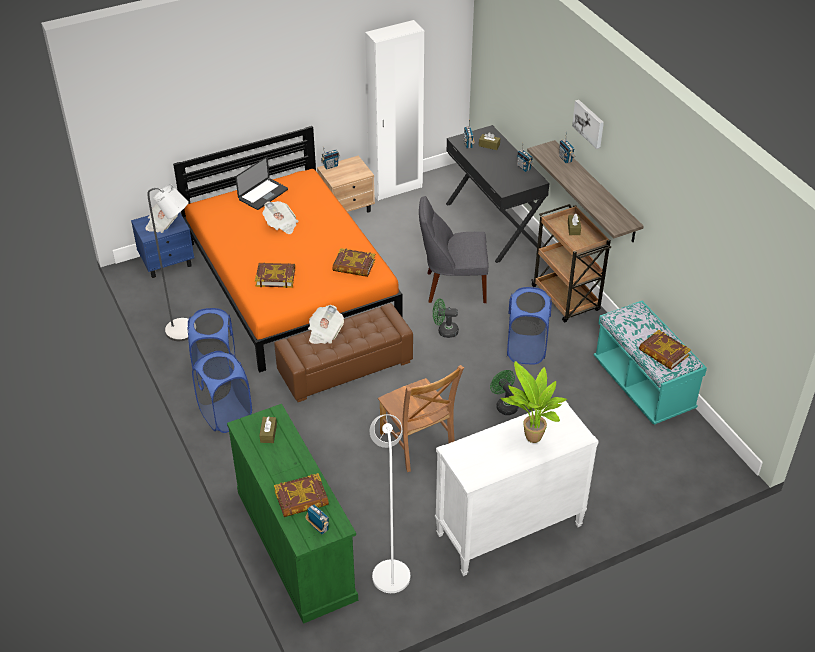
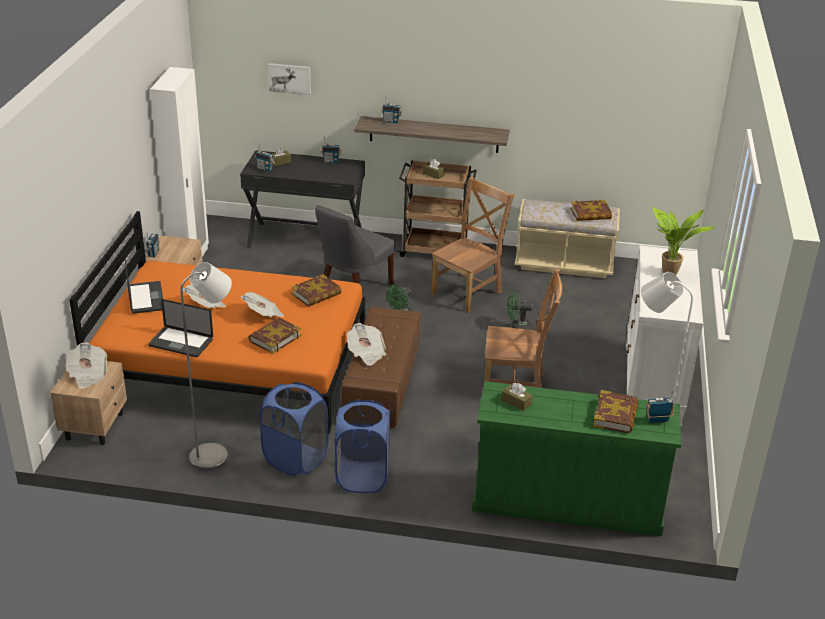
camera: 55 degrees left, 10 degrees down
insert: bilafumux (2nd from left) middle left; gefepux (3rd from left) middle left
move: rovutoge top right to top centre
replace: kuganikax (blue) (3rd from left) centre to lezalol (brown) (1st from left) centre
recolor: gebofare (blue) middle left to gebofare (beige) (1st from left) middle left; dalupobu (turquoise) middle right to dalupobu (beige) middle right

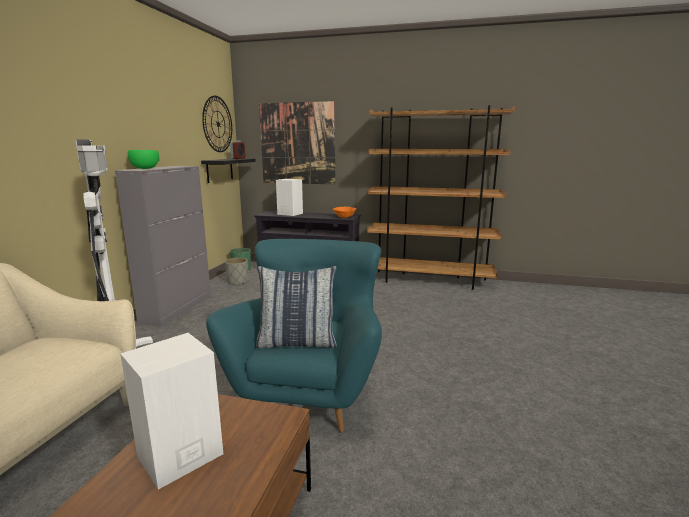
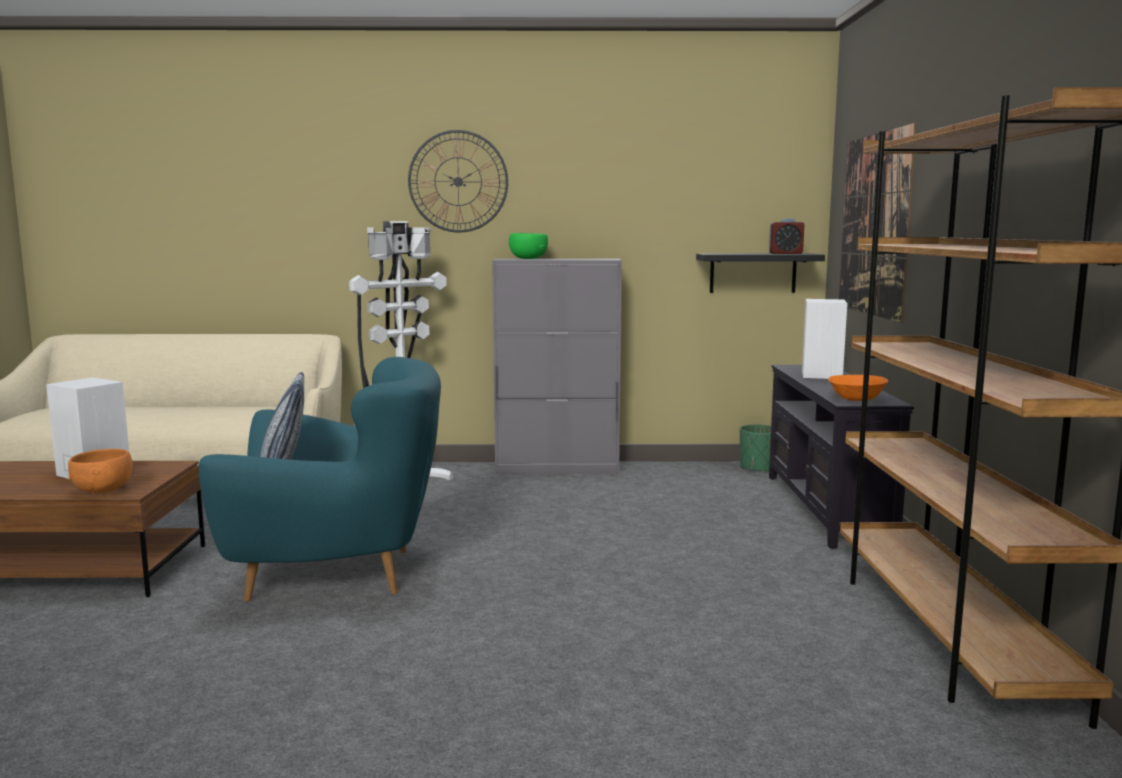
camera: 75 degrees right, 5 degrees down
delete: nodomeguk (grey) centre
insert: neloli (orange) (1st from left) middle left
move: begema top left to top centre

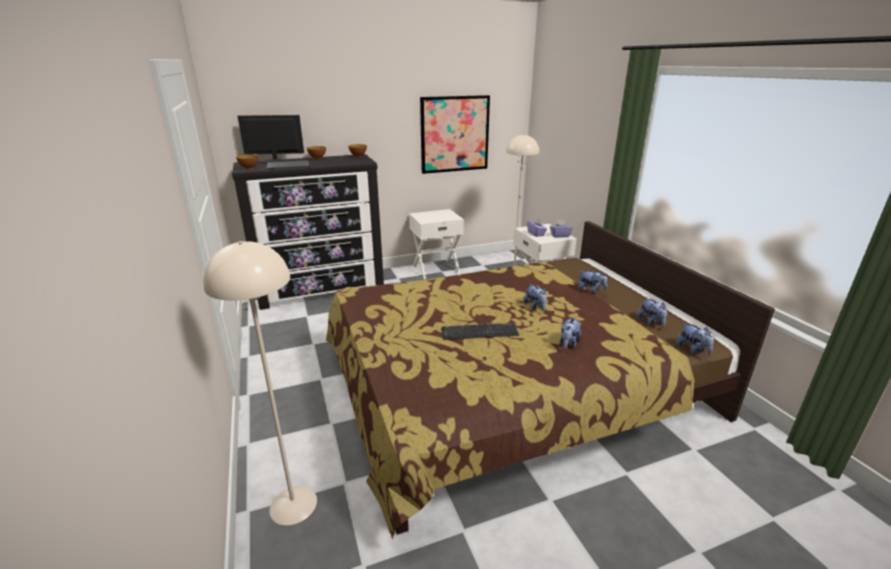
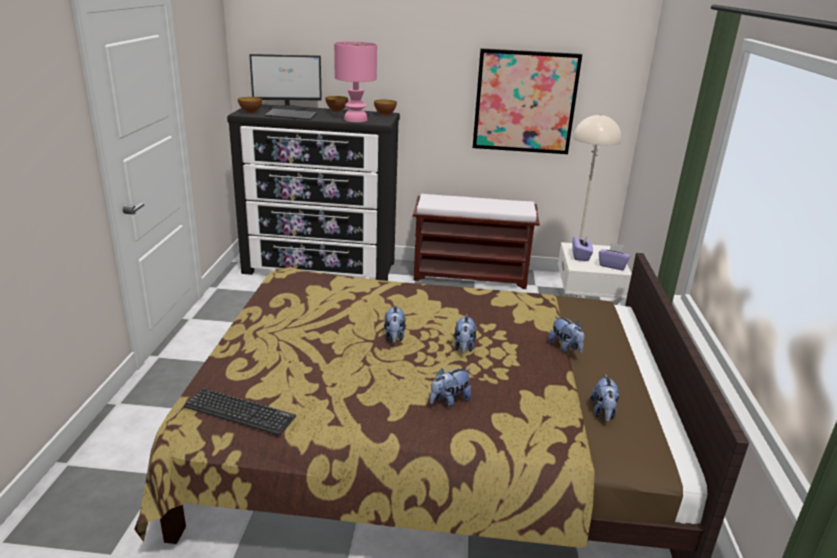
camera: 25 degrees right, 0 degrees up
delete: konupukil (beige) (1st from left) bottom left
insert: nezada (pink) top centre
move: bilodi (2nd from left in the first image) centre to bilodi (1st from left) bottom left; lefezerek (5th from left in the first image) middle right to lefezerek (1st from left) centre
replace: gebofare (white) (1st from left) centre to dalupobu (brown) centre
rotate: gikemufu top left = top centre 150 degrees clockwise

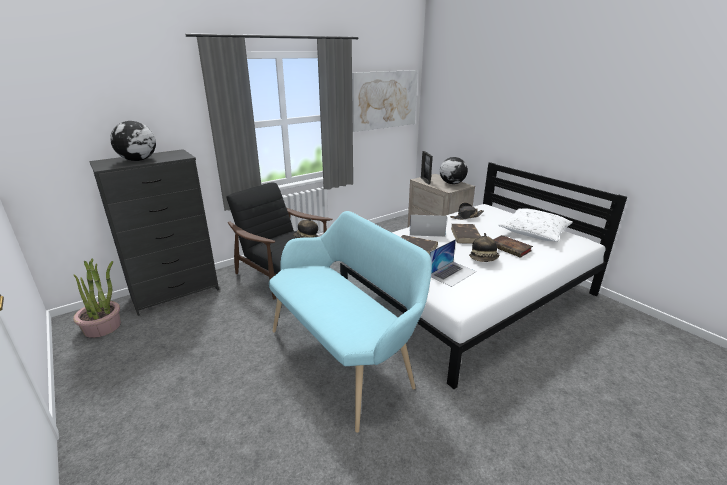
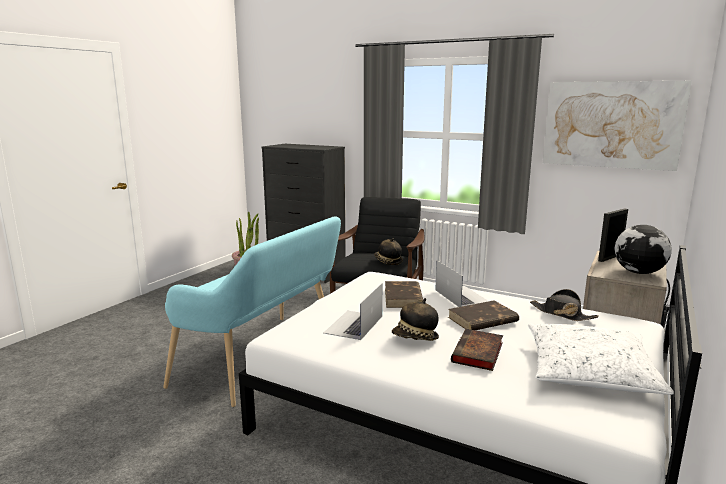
camera: 65 degrees right, 10 degrees down
delete: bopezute (1st from left) top left
rotate: bilafumux (2nd from left in the first image) centre = centre 90 degrees clockwise

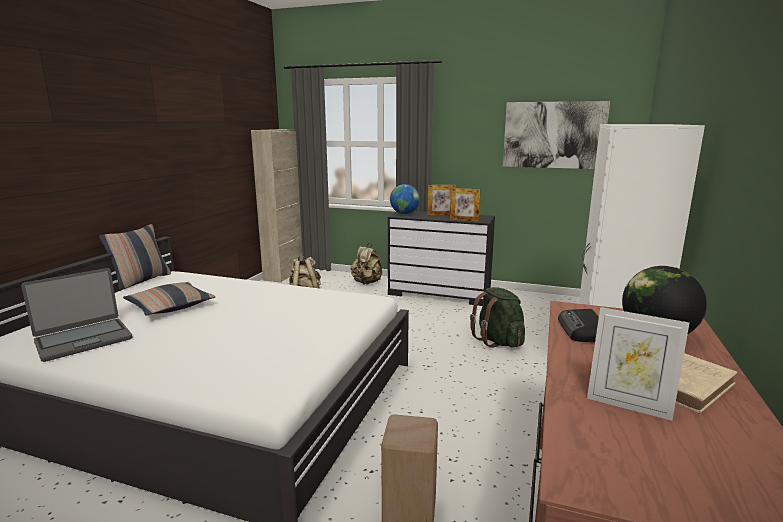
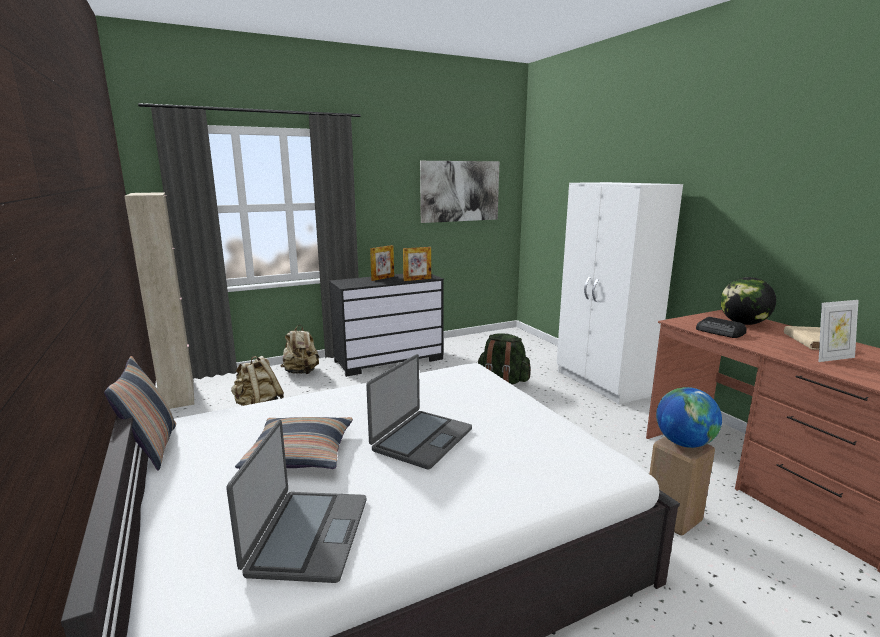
camera: 45 degrees left, 0 degrees up
insert: bilafumux (2nd from left) centre
move: bopezute (1st from left) centre to middle right

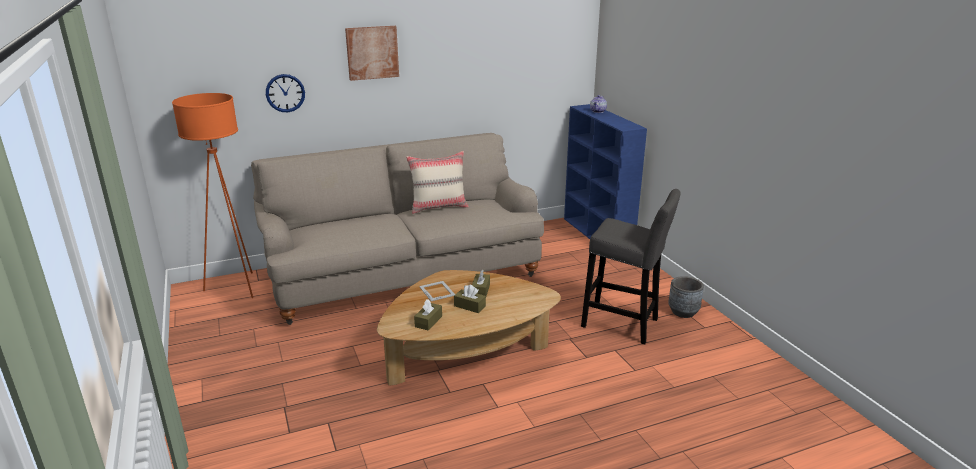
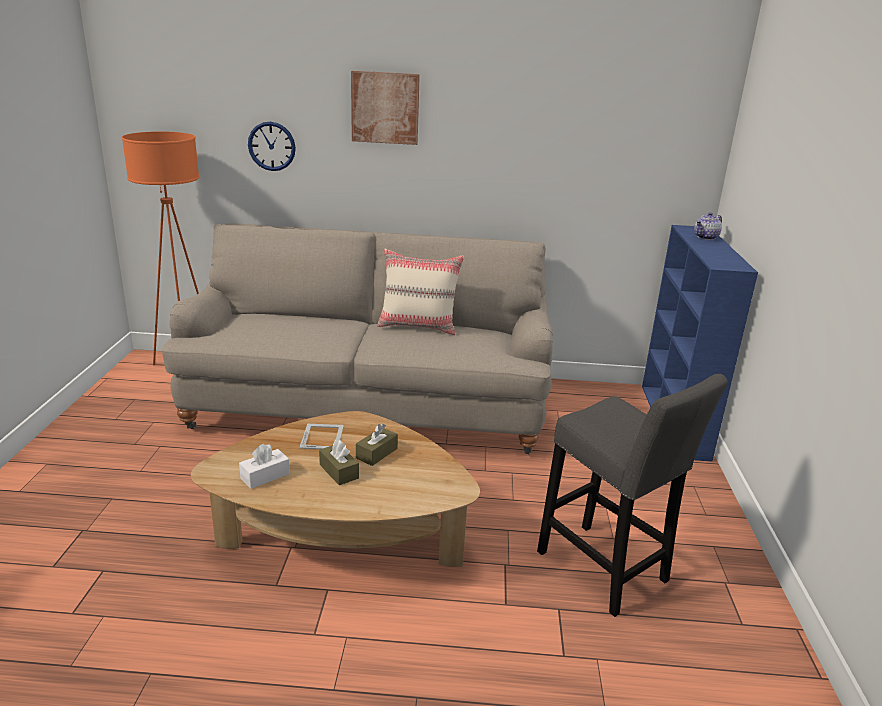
camera: 25 degrees right, 0 degrees up
delete: nodomeguk (grey) middle right
recolor: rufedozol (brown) (1st from left) bottom centre to rufedozol (white) middle left

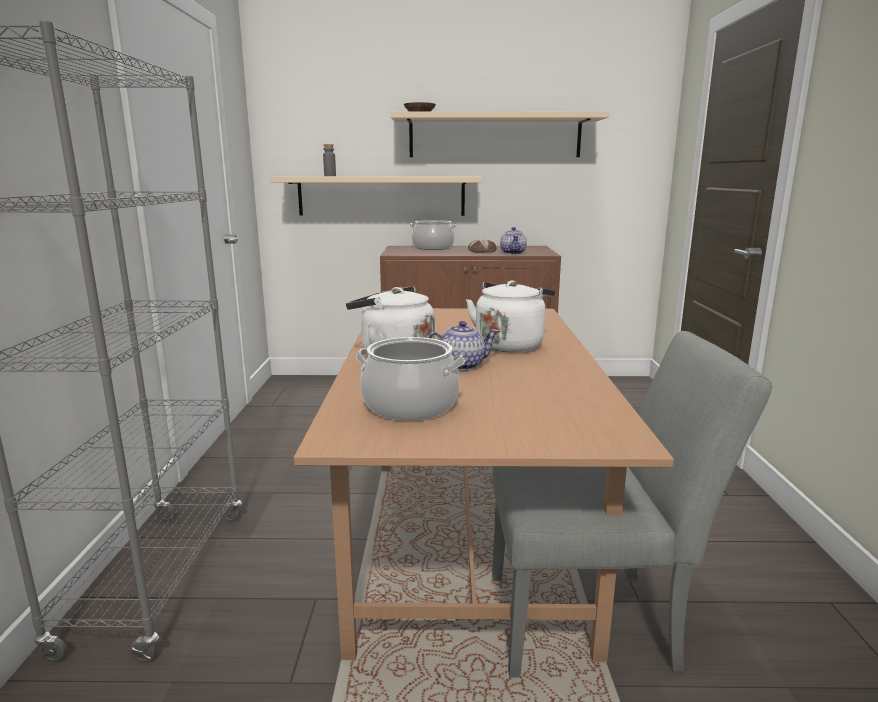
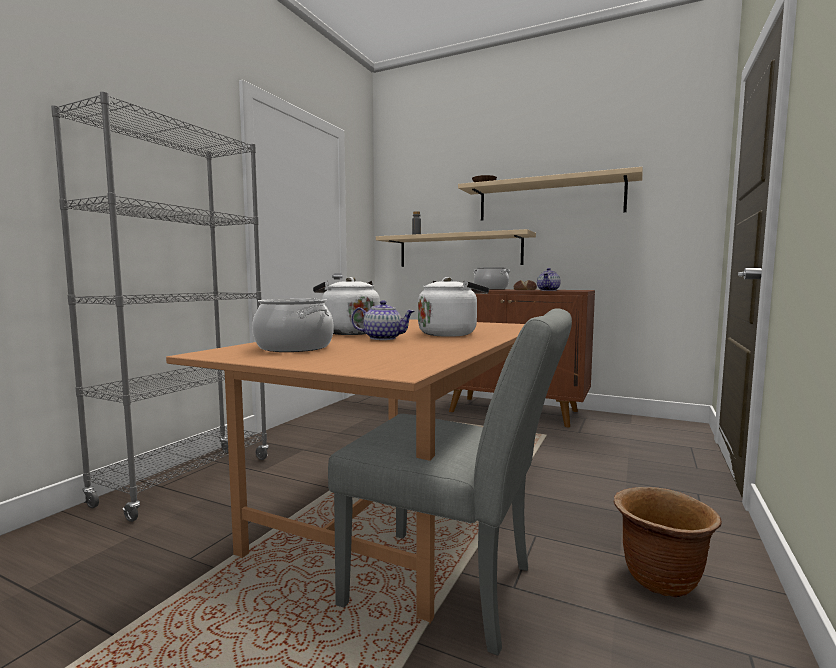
camera: 25 degrees right, 10 degrees down
insert: nodomeguk (brown) bottom right

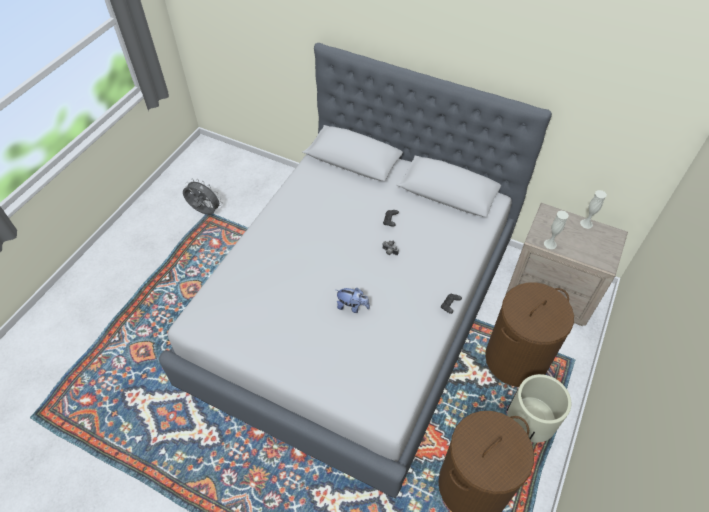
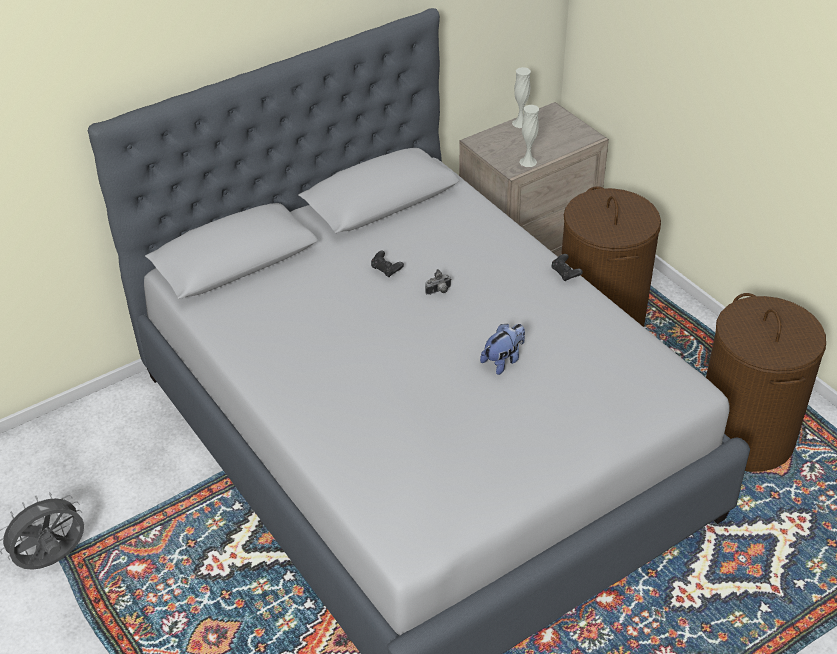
camera: 60 degrees left, 10 degrees down
delete: nodomeguk (beige) bottom right

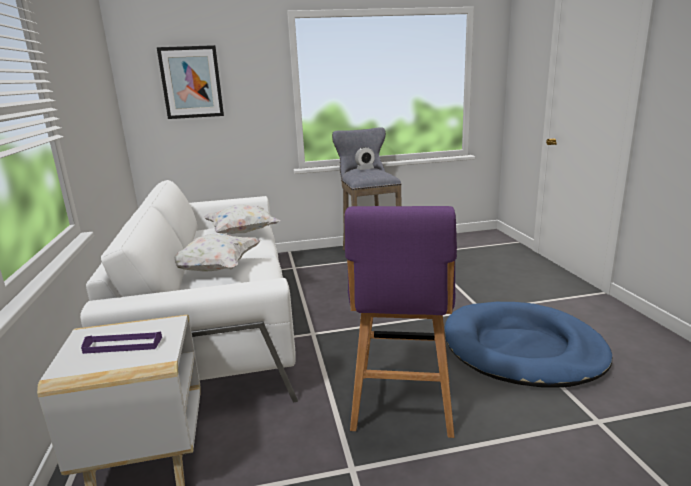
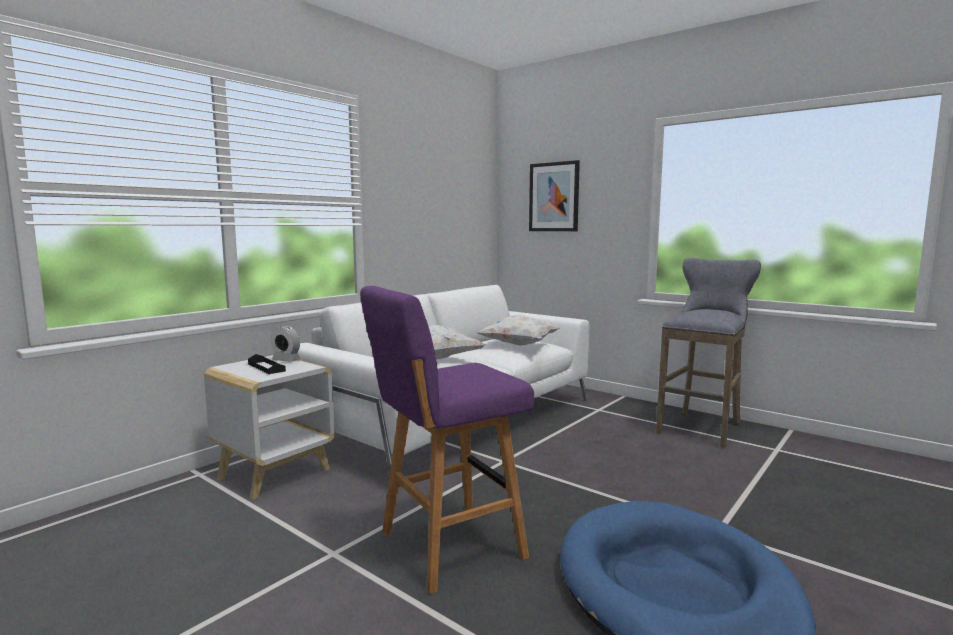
camera: 50 degrees right, 10 degrees down
move: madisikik top centre to middle left
recolor: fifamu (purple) bottom left to fifamu (black) middle left

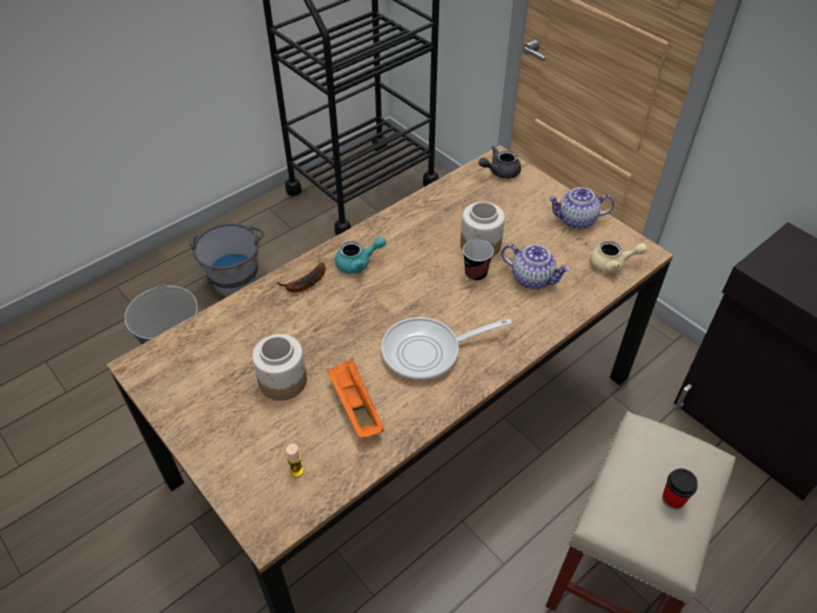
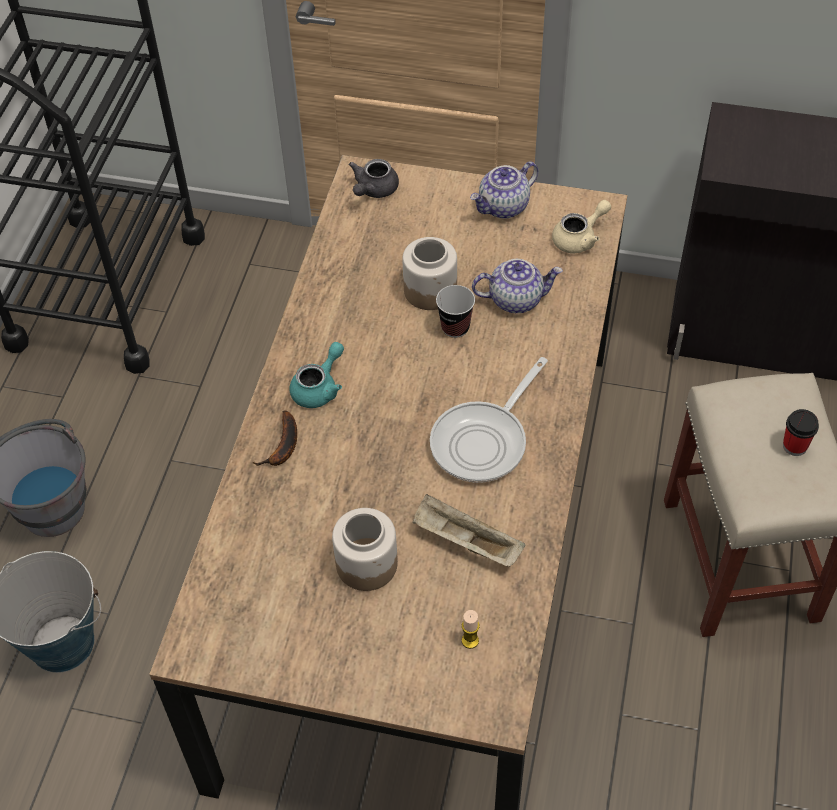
camera: 35 degrees left, 5 degrees up
recolor: fifamu (orange) centre to fifamu (beige) centre

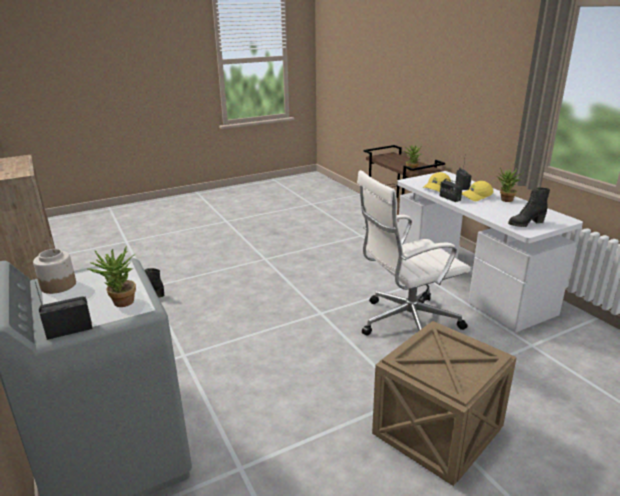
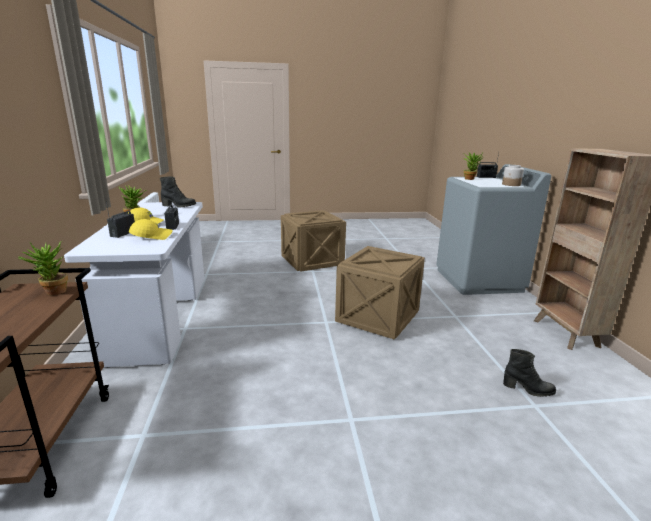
camera: 160 degrees left, 5 degrees down
delete: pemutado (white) middle right
insert: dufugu (2nd from left) centre

